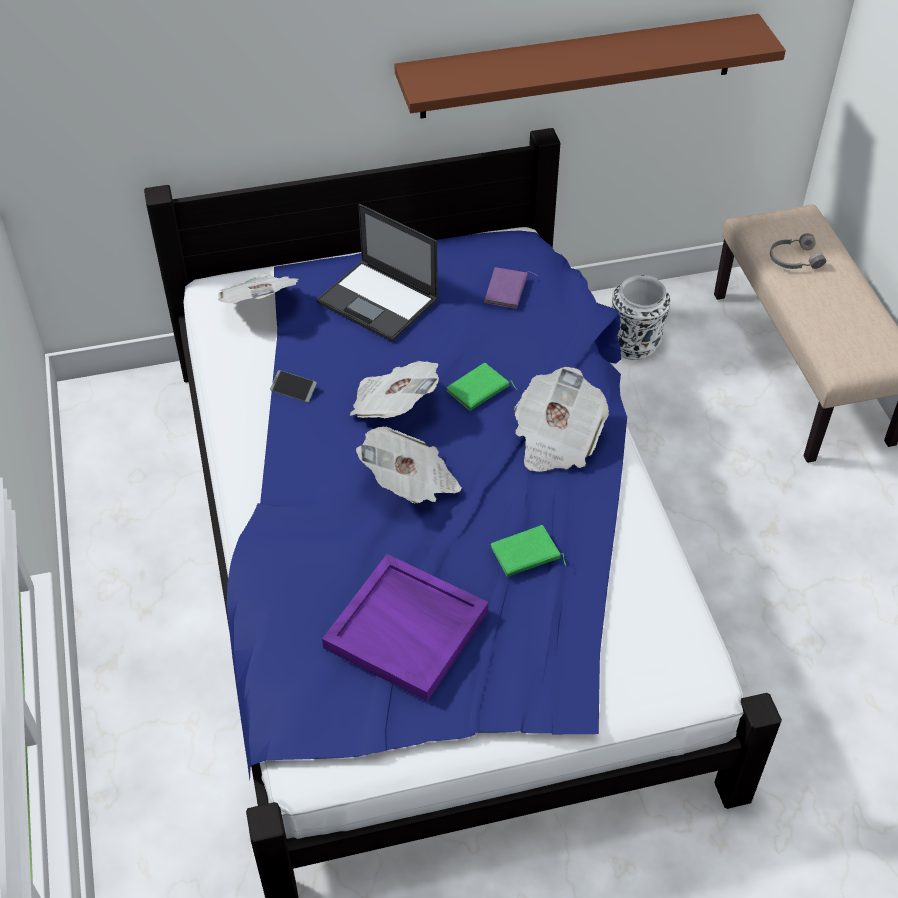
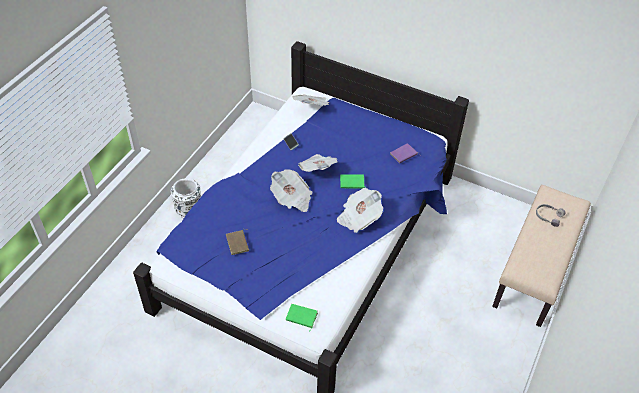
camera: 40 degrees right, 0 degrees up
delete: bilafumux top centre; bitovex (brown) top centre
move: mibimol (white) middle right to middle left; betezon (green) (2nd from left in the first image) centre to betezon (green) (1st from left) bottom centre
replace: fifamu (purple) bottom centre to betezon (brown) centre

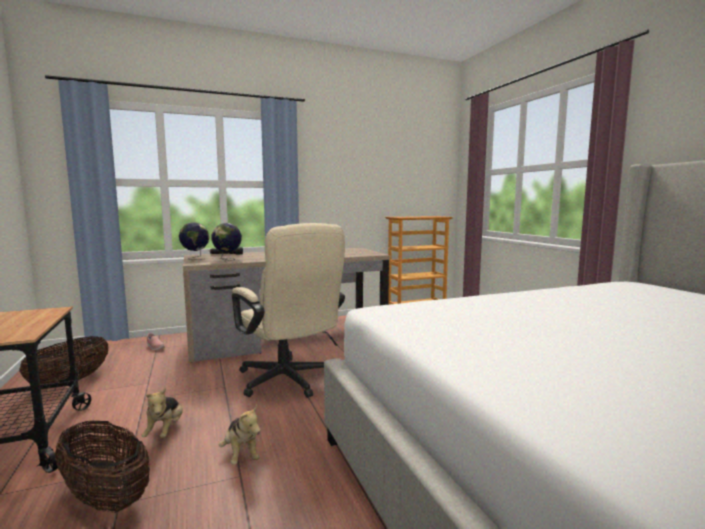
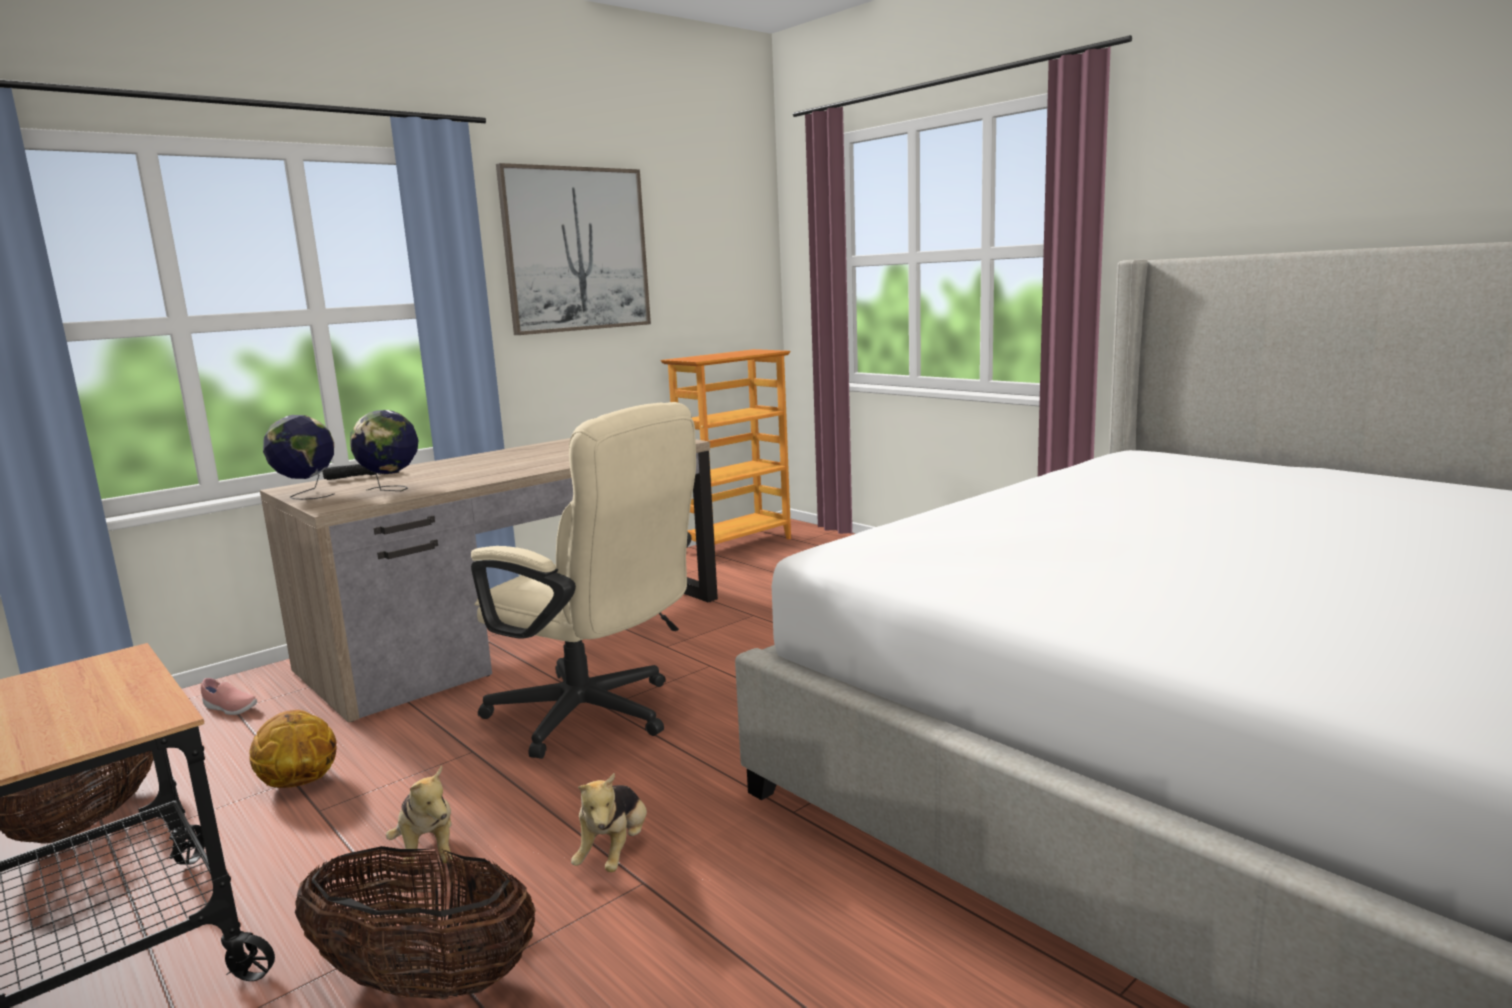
camera: 20 degrees left, 5 degrees up
insert: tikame bottom left; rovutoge top centre
rotate: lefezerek (2nd from left) bottom centre = bottom centre 60 degrees clockwise

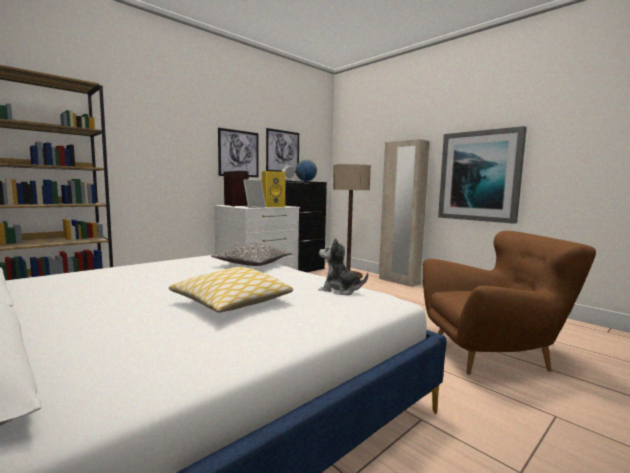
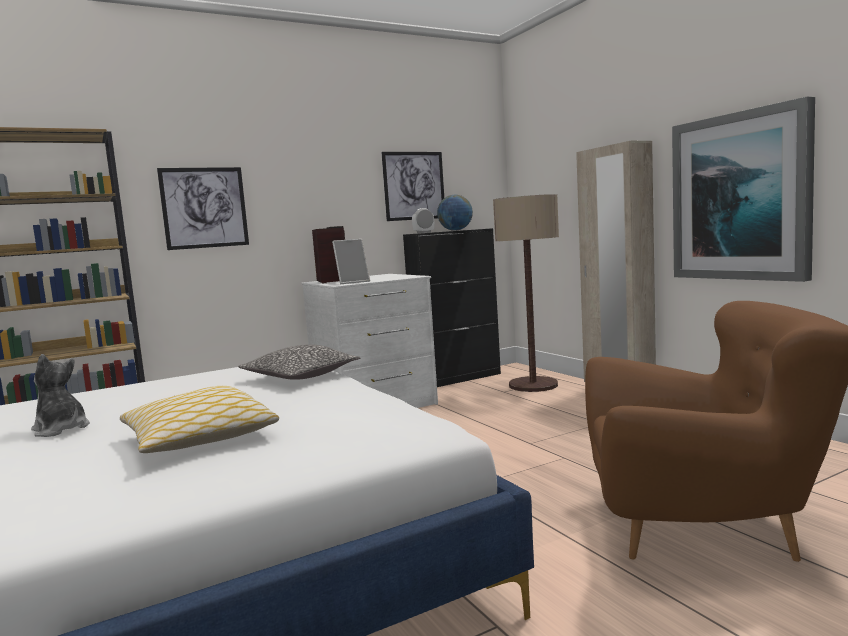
camera: 15 degrees right, 0 degrees up
delete: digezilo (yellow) centre
move: lefezerek centre to middle left; rovutoge (1st from left) top centre to top left

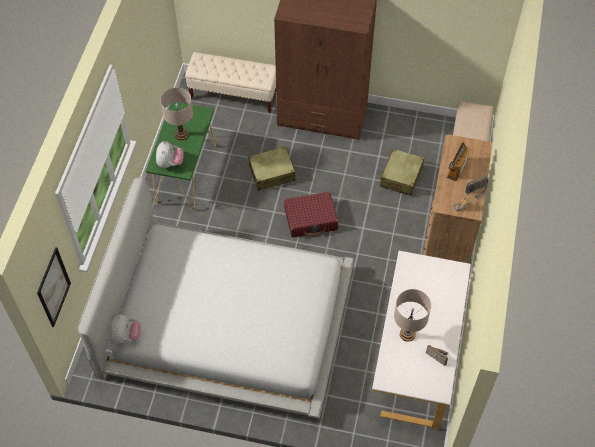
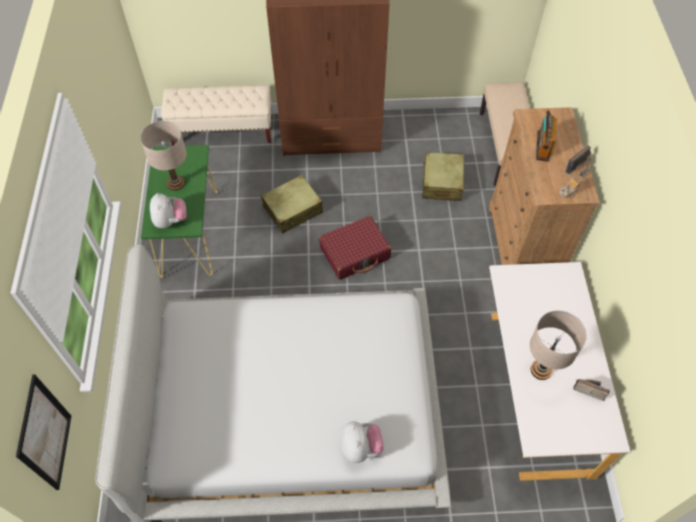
camera: 15 degrees left, 0 degrees up
move: lefezerek (1st from left in the first image) bottom left to lefezerek (2nd from left) bottom centre

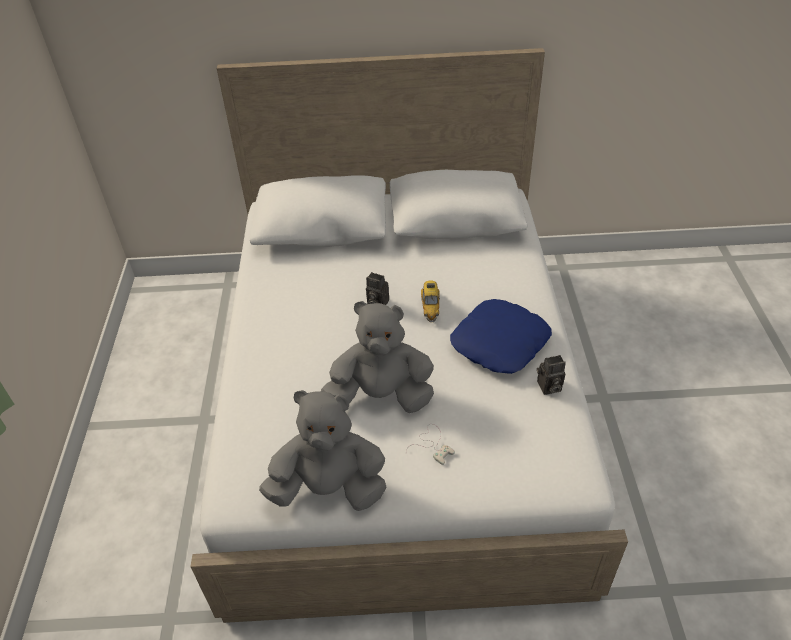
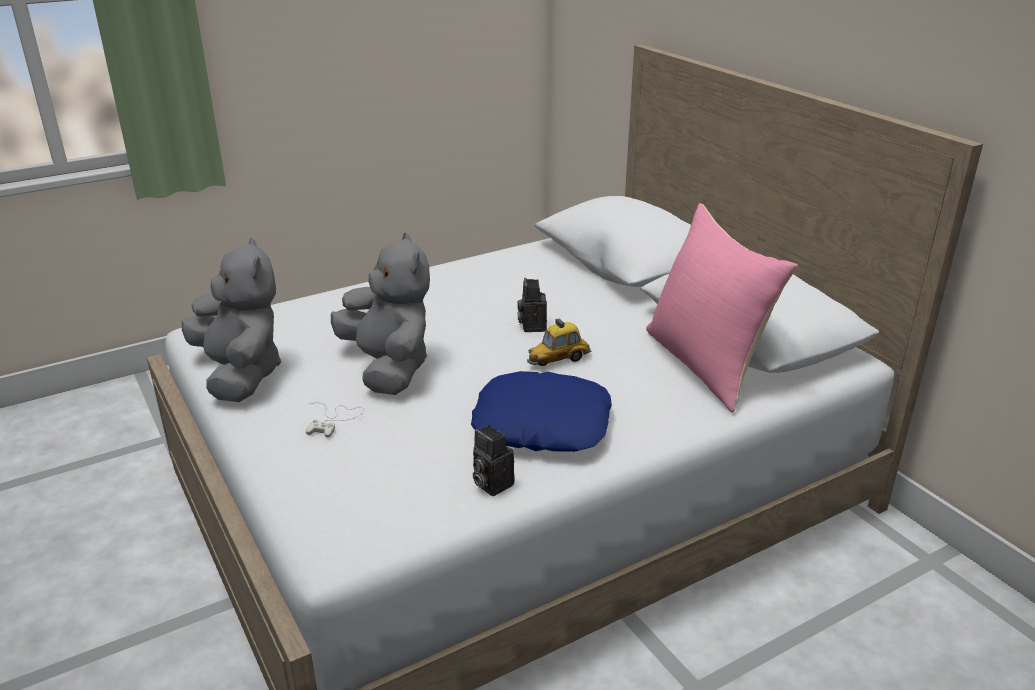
camera: 60 degrees right, 15 degrees down
insert: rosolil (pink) middle right

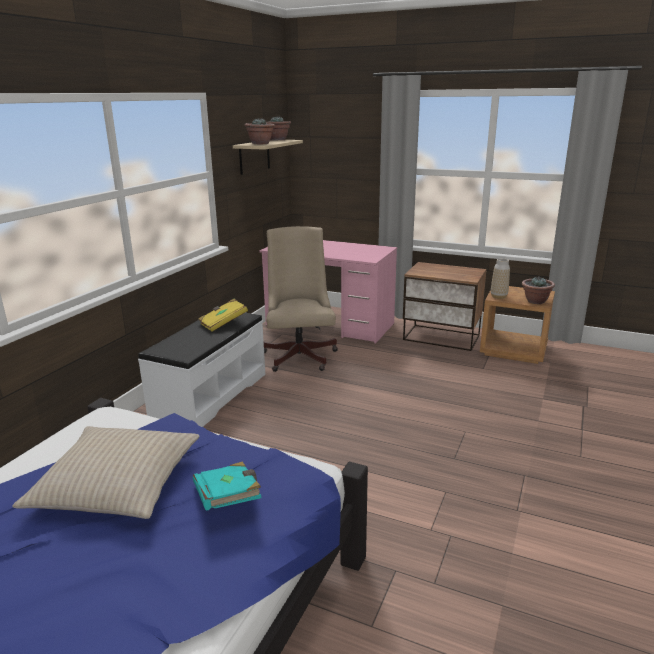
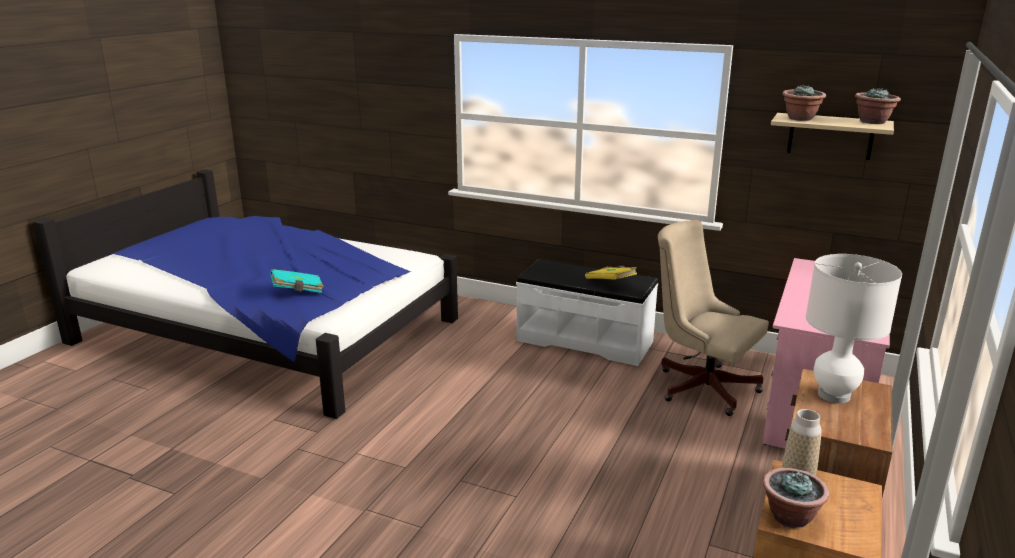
camera: 90 degrees right, 0 degrees up
delete: rosolil (beige) bottom left
insert: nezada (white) middle right
rotate: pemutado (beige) centre = middle right 135 degrees counterclockwise

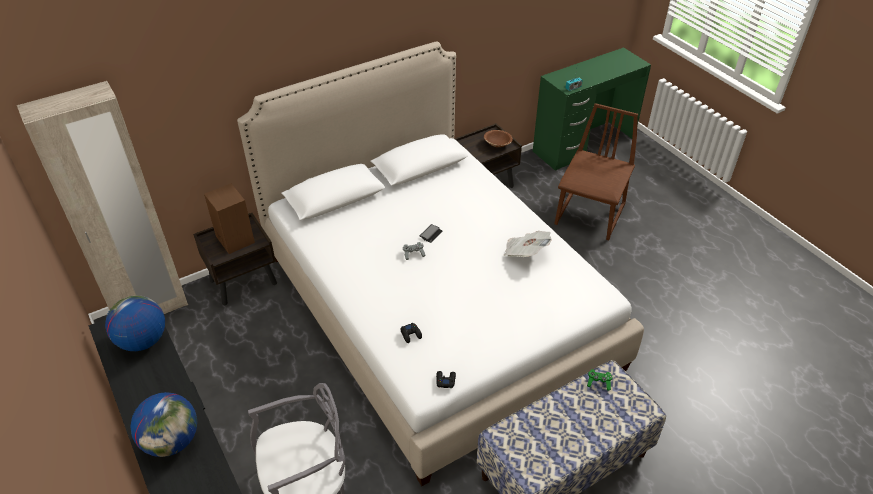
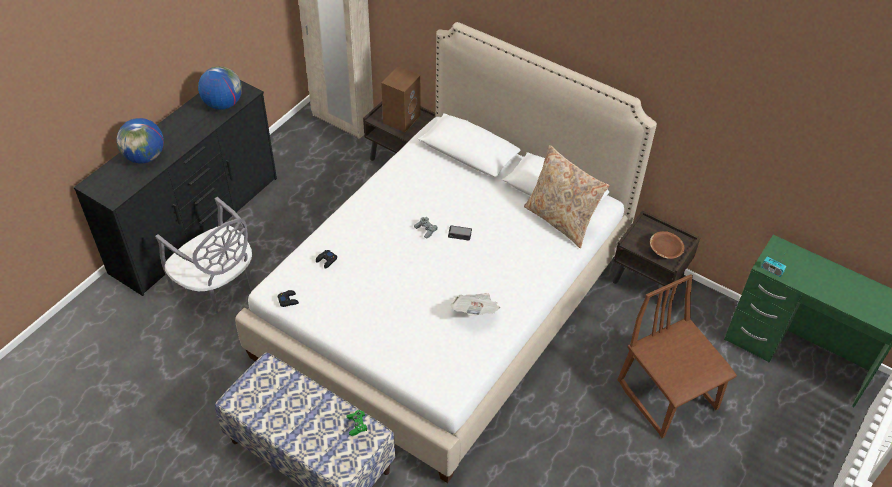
camera: 65 degrees right, 5 degrees up
insert: rosolil (beige) centre
rotate: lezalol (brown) middle right = bottom right 120 degrees counterclockwise

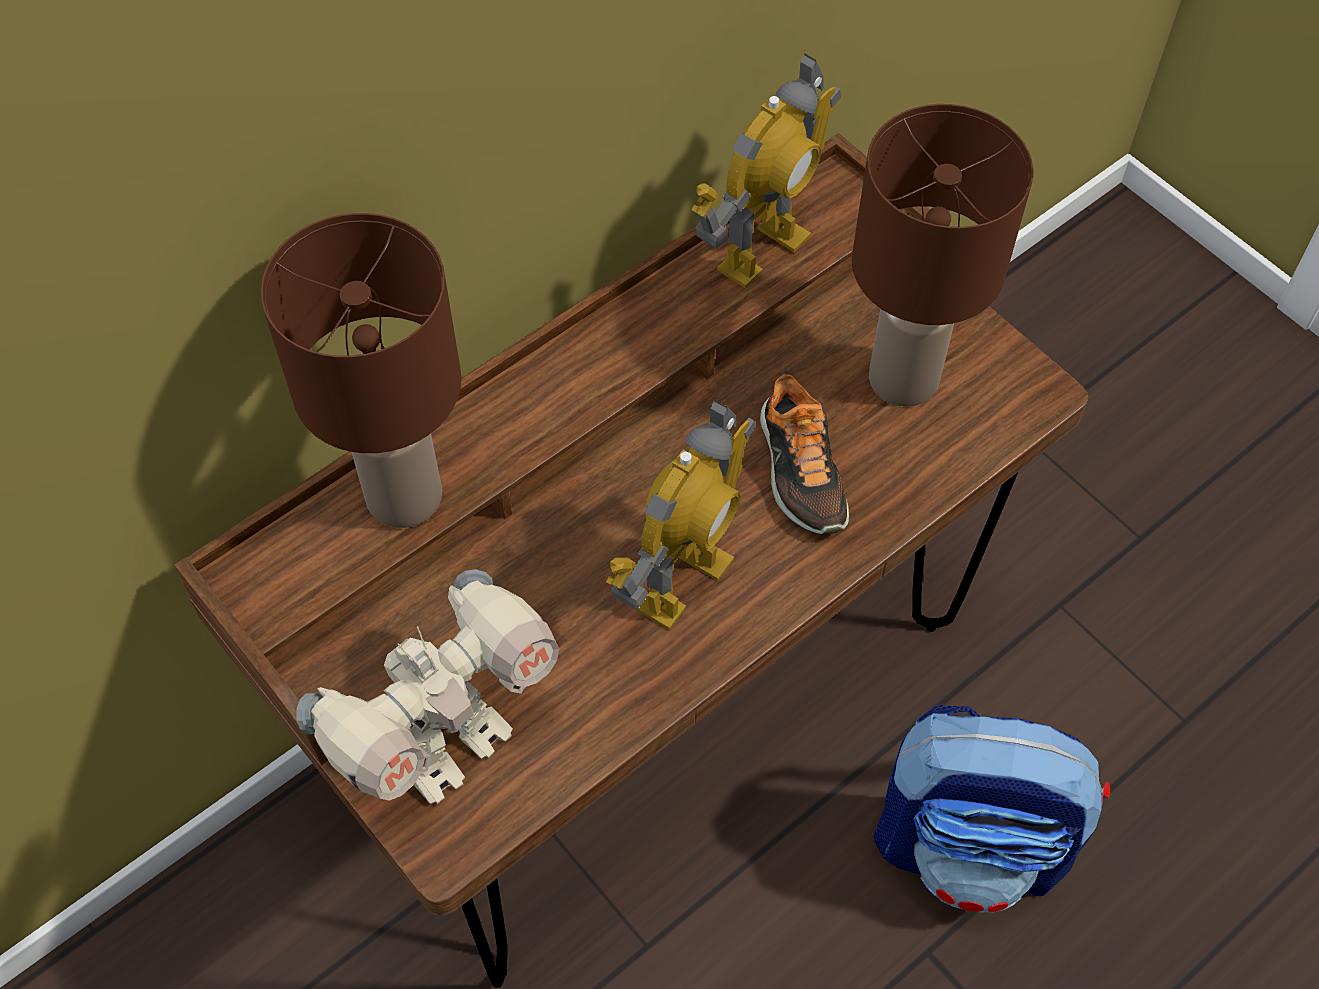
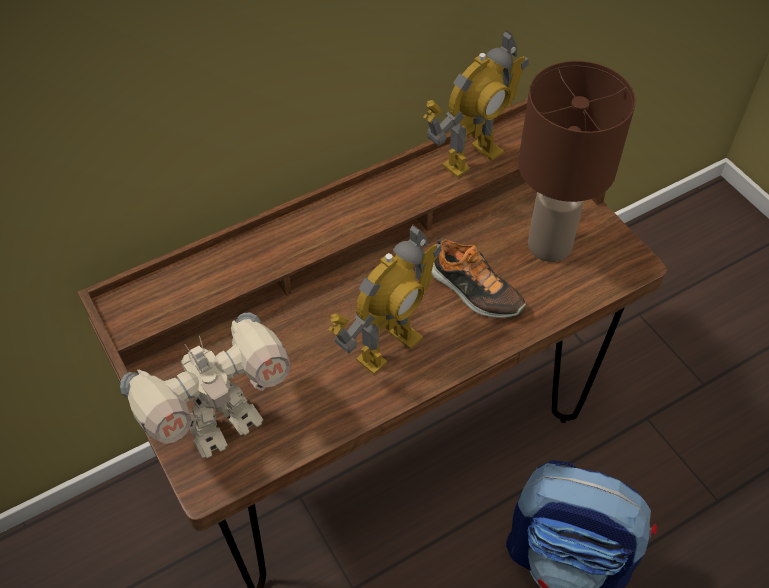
camera: 10 degrees right, 5 degrees down
delete: nezada (brown) (1st from left) middle left
rotate: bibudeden centre = centre 45 degrees counterclockwise

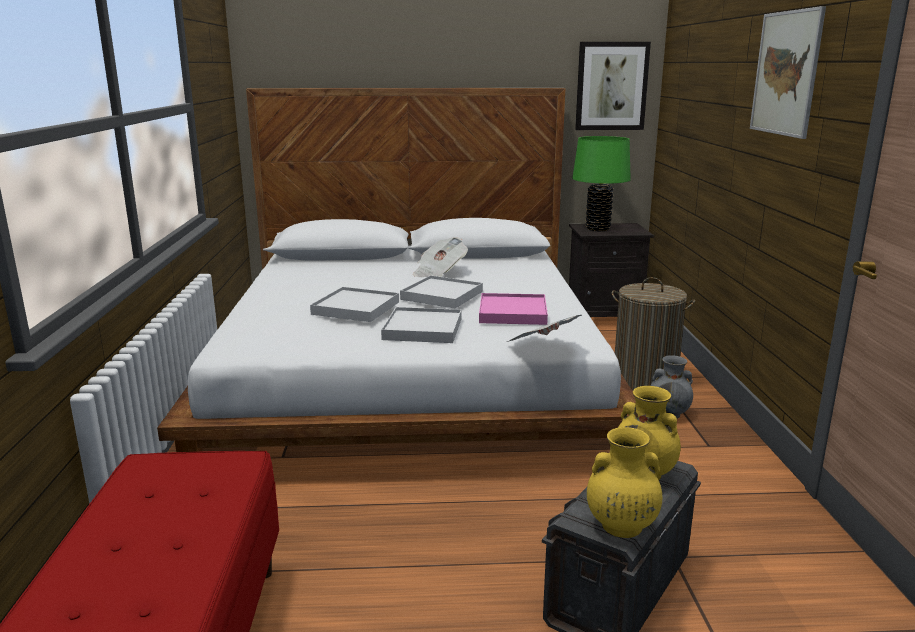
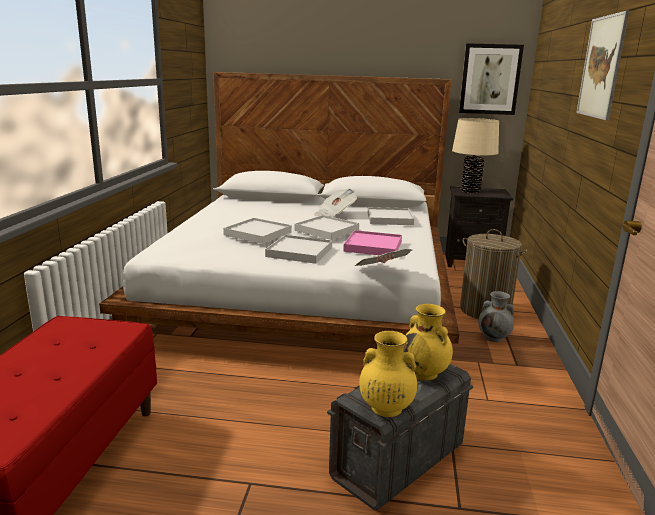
camera: 10 degrees right, 0 degrees up
insert: fifamu (white) (4th from left) centre
recolor: nezada (green) top centre to nezada (beige) top right

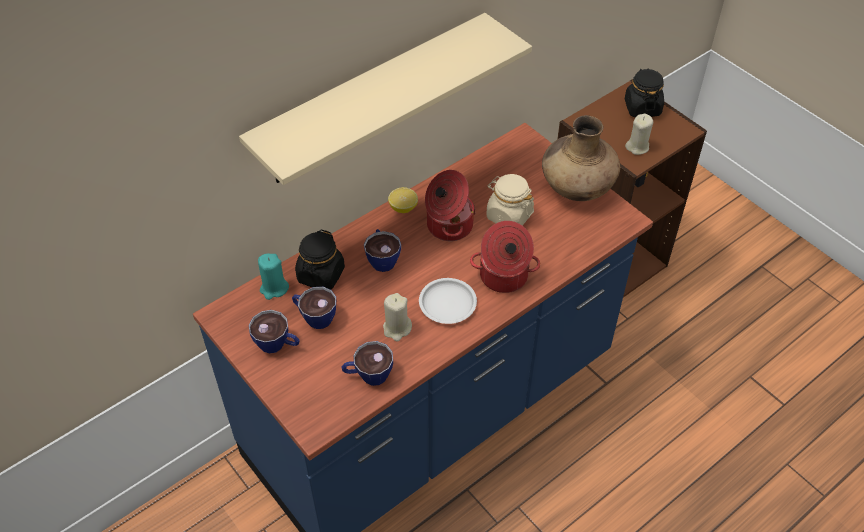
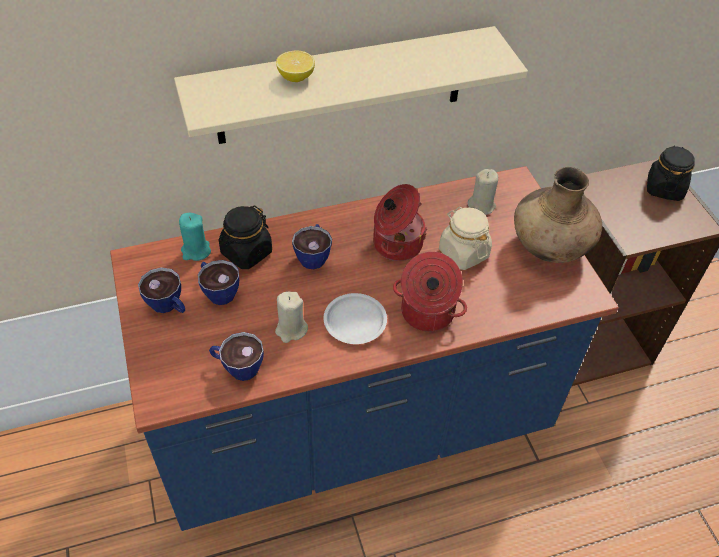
camera: 20 degrees right, 0 degrees up
move: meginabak centre to top centre; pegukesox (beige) (2nd from left) top right to middle right

